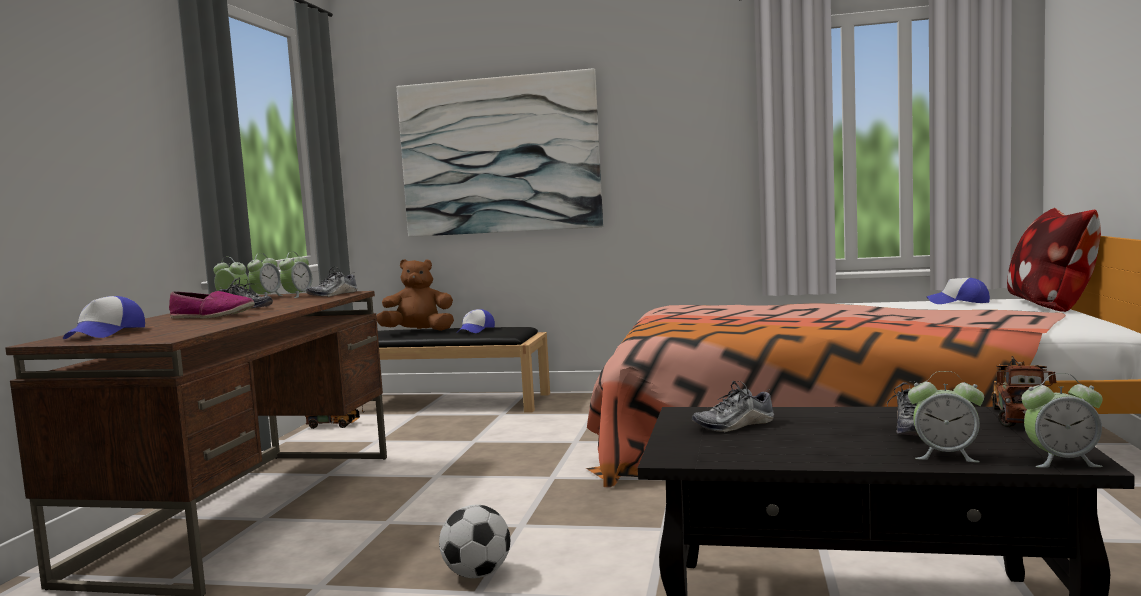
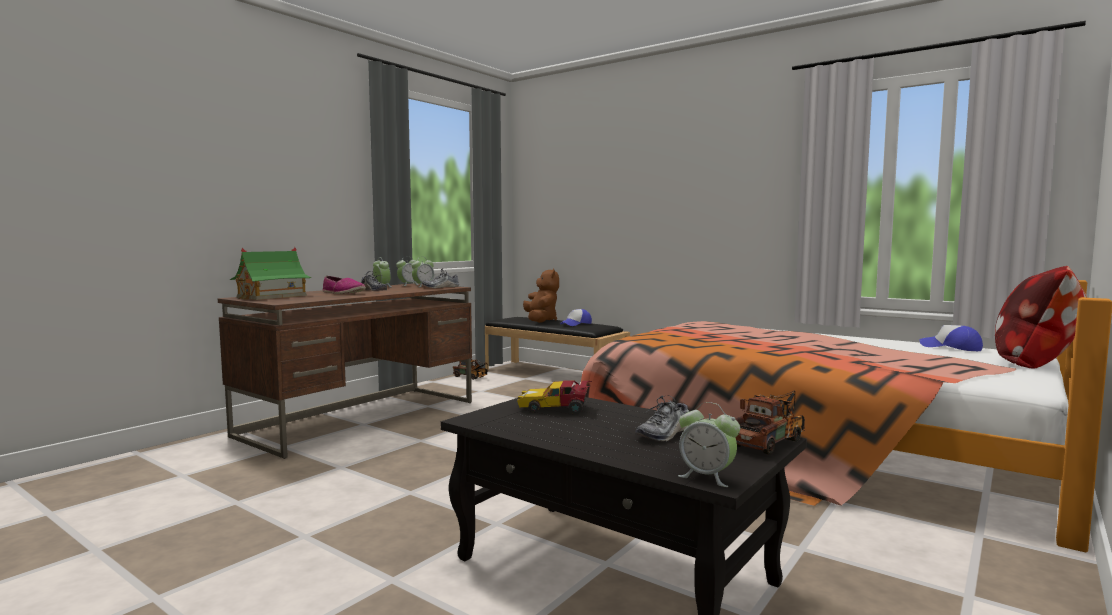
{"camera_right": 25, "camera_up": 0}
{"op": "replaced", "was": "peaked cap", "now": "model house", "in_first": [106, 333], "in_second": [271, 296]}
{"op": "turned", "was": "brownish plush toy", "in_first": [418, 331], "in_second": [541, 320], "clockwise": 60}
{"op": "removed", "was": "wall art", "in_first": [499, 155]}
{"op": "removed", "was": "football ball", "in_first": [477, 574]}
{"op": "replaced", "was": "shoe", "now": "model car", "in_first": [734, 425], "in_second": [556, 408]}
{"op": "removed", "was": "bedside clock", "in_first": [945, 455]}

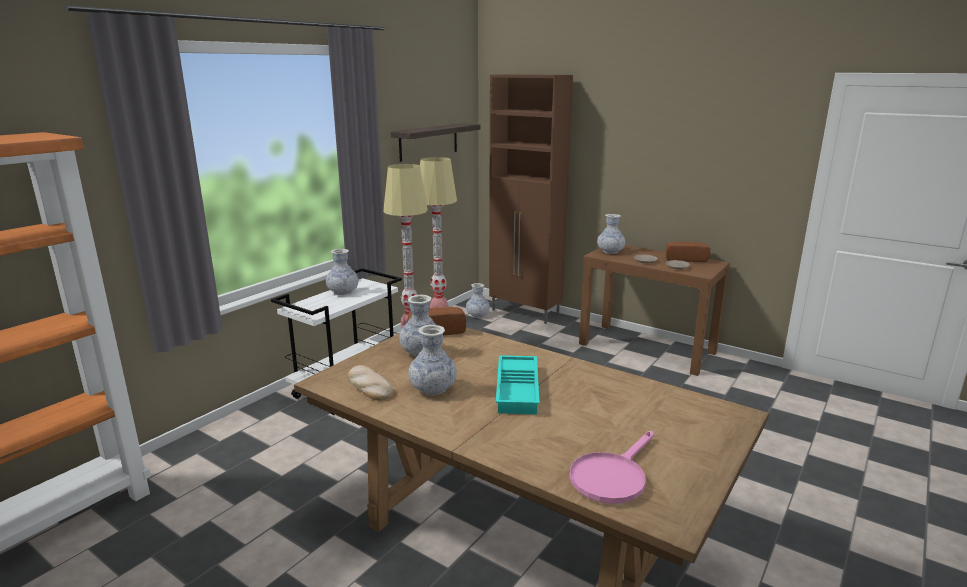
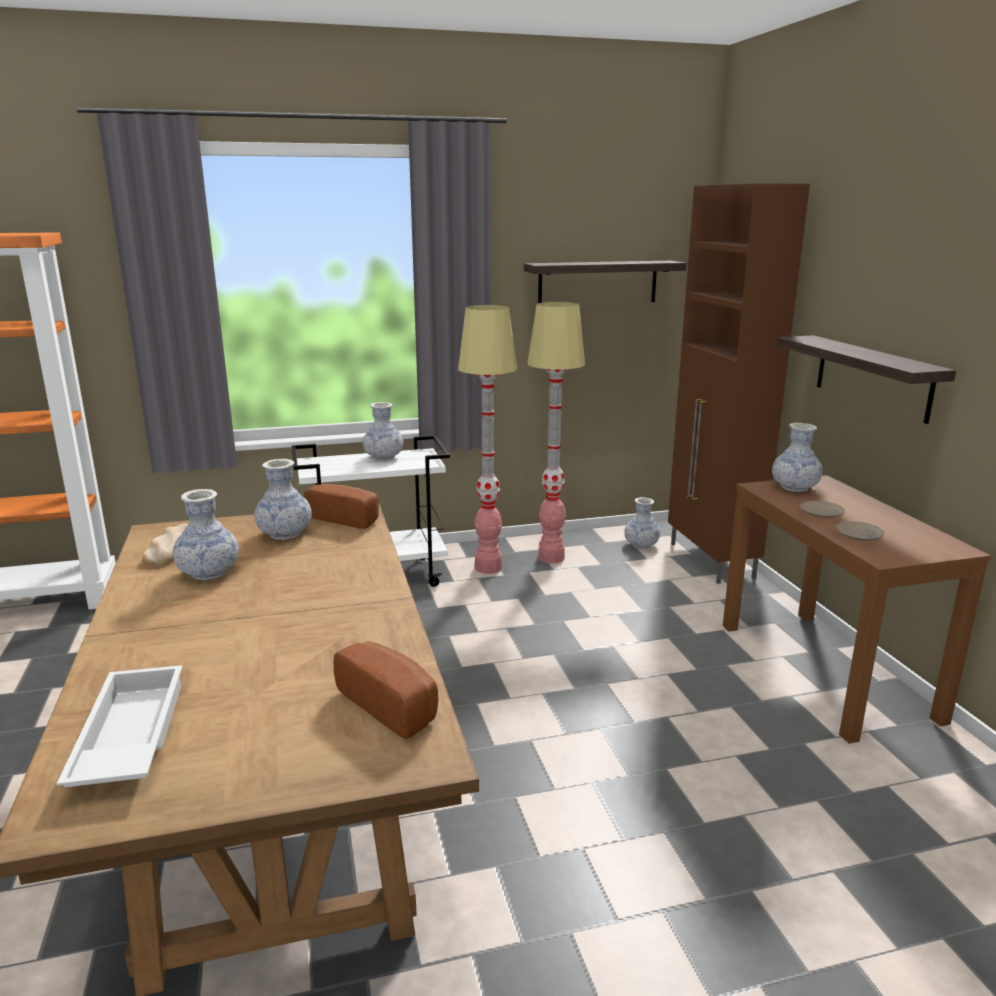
{"camera_right": 40, "camera_up": 0}
{"op": "removed", "was": "turquoise carrying tray", "in_first": [519, 389]}
{"op": "replaced", "was": "pinkish frying pan", "now": "white carrying tray", "in_first": [612, 476], "in_second": [127, 738]}
{"op": "moved", "was": "bakery bread", "in_first": [685, 259], "in_second": [392, 705]}
{"op": "added", "now": "wall shelf", "in_second": [872, 377]}

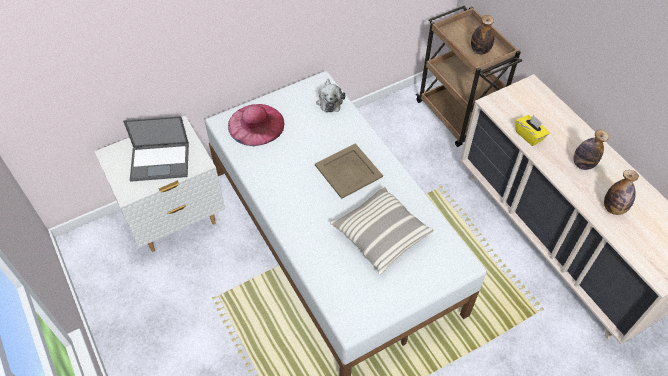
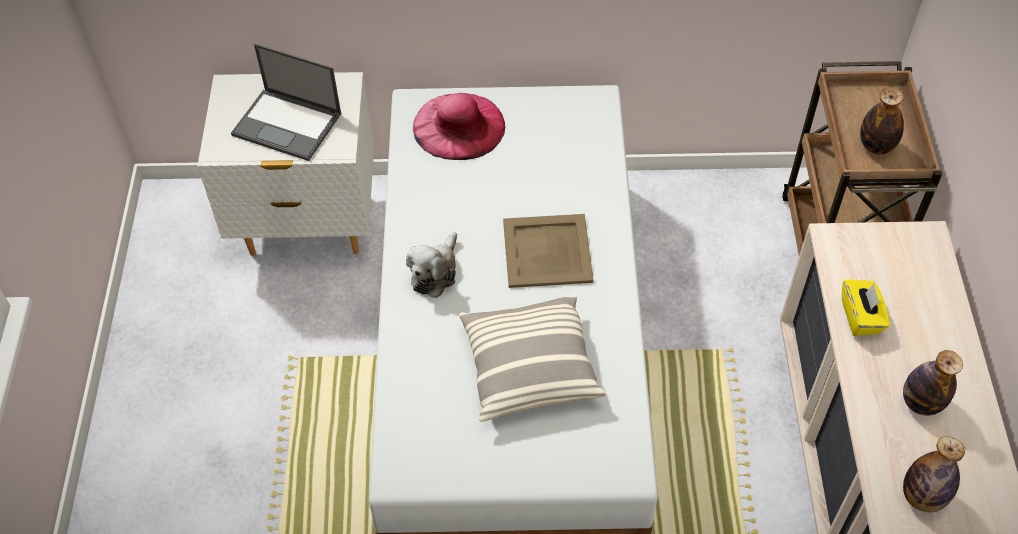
{"camera_right": 30, "camera_up": 0}
{"op": "moved", "was": "plush toy", "in_first": [329, 100], "in_second": [435, 272]}

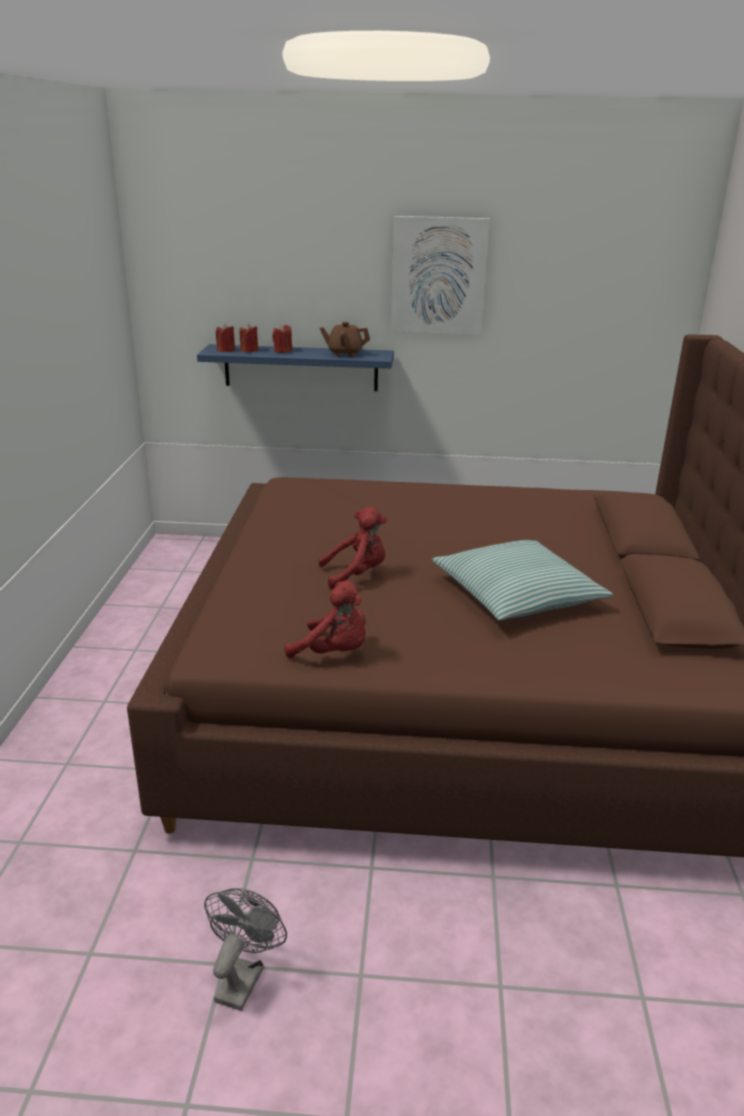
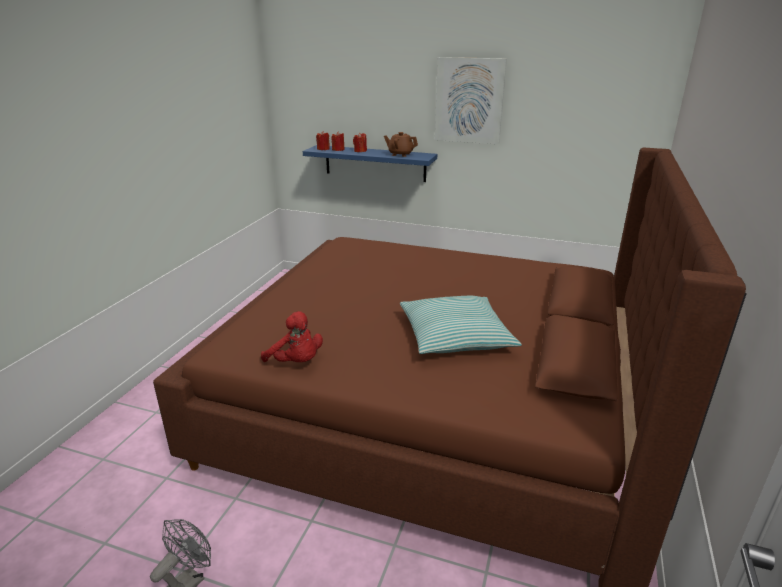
{"camera_right": 15, "camera_up": 0}
{"op": "removed", "was": "reddish plush toy", "in_first": [356, 574]}

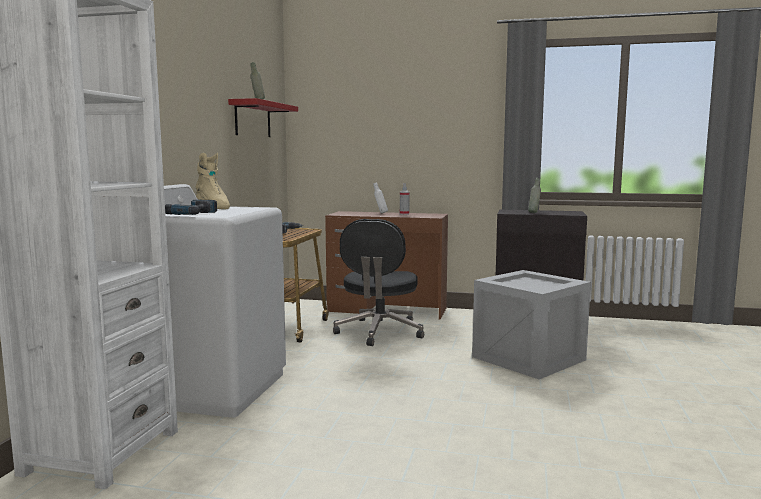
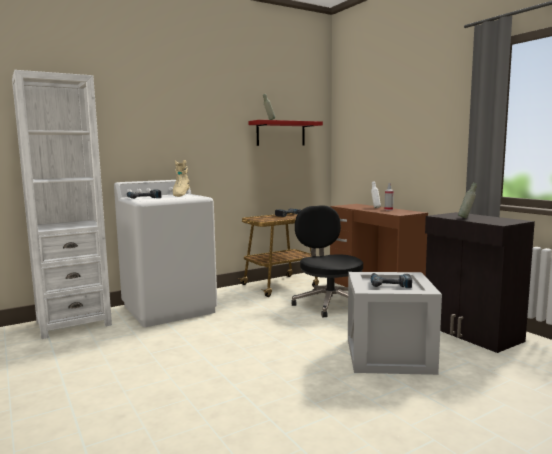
{"camera_right": 45, "camera_up": 0}
{"op": "turned", "was": "black-coloured desk chair", "in_first": [379, 332], "in_second": [328, 303], "clockwise": 105}
{"op": "added", "now": "power drill", "in_second": [390, 284]}

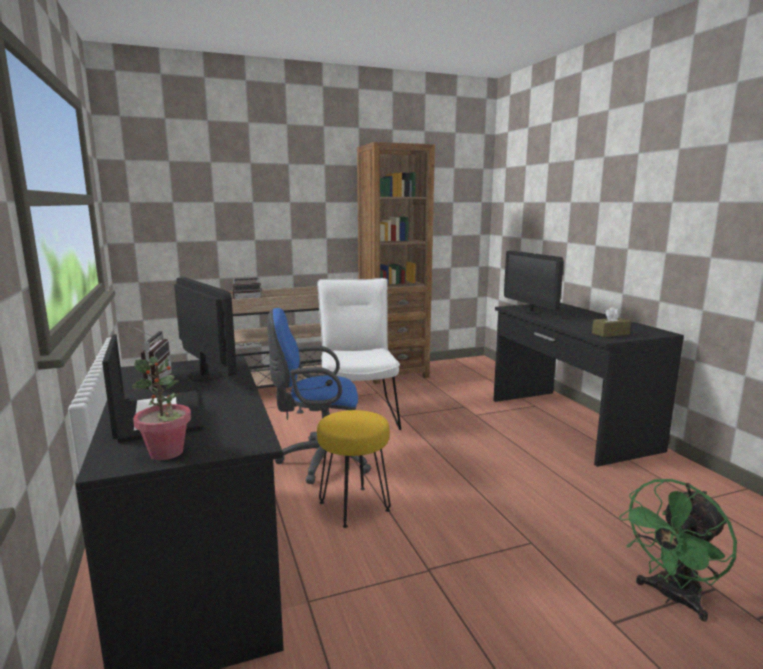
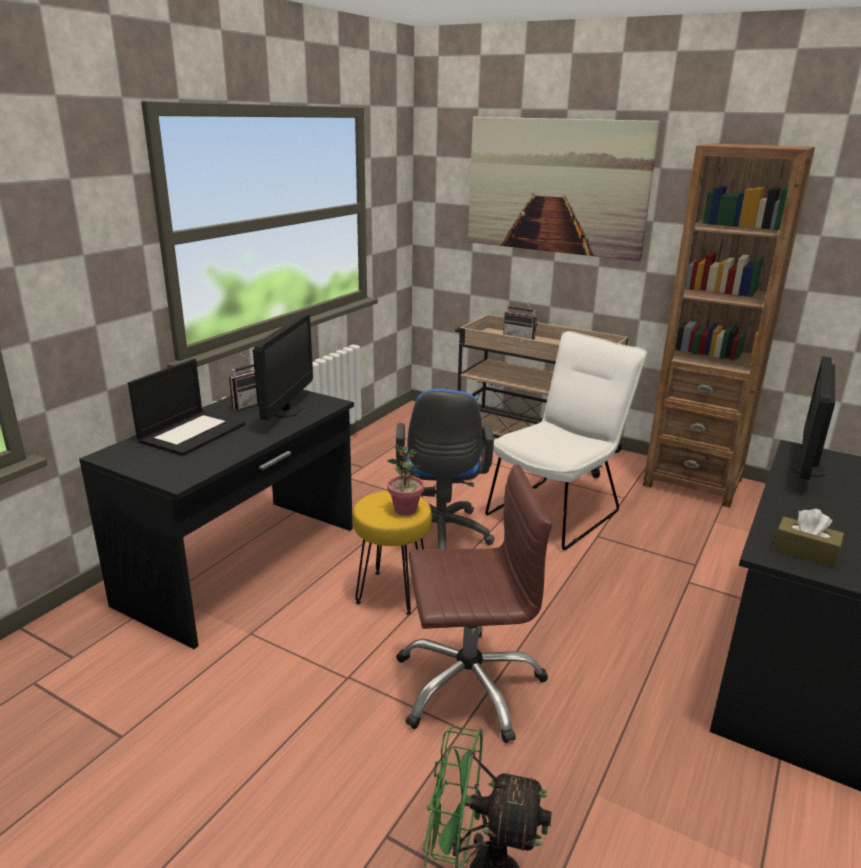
{"camera_right": 50, "camera_up": 10}
{"op": "moved", "was": "houseplant", "in_first": [167, 453], "in_second": [405, 510]}
{"op": "turned", "was": "bluish desk chair", "in_first": [320, 460], "in_second": [440, 537], "clockwise": -135}
{"op": "added", "now": "brownish desk chair", "in_second": [468, 684]}
{"op": "added", "now": "wall art", "in_second": [556, 186]}

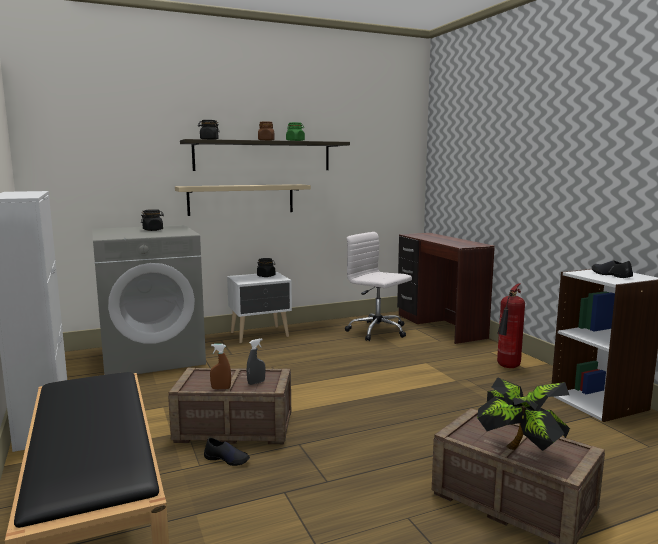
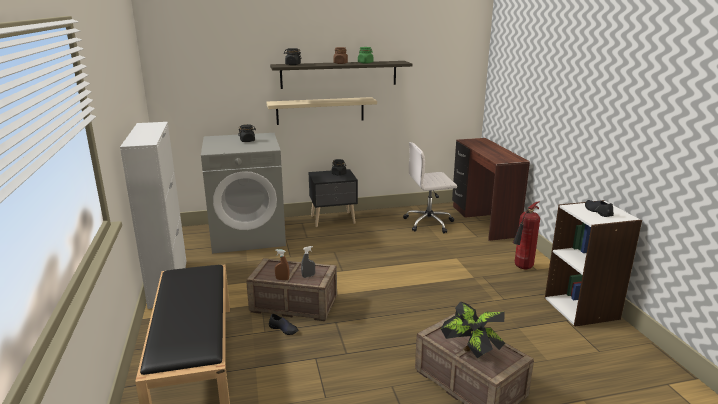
{"camera_right": 10, "camera_up": 10}
{"op": "recoloured", "was": "white night table", "now": "black-coloured night table", "in_first": [260, 335], "in_second": [333, 220]}
{"op": "turned", "was": "white desk chair", "in_first": [378, 331], "in_second": [429, 223], "clockwise": -60}

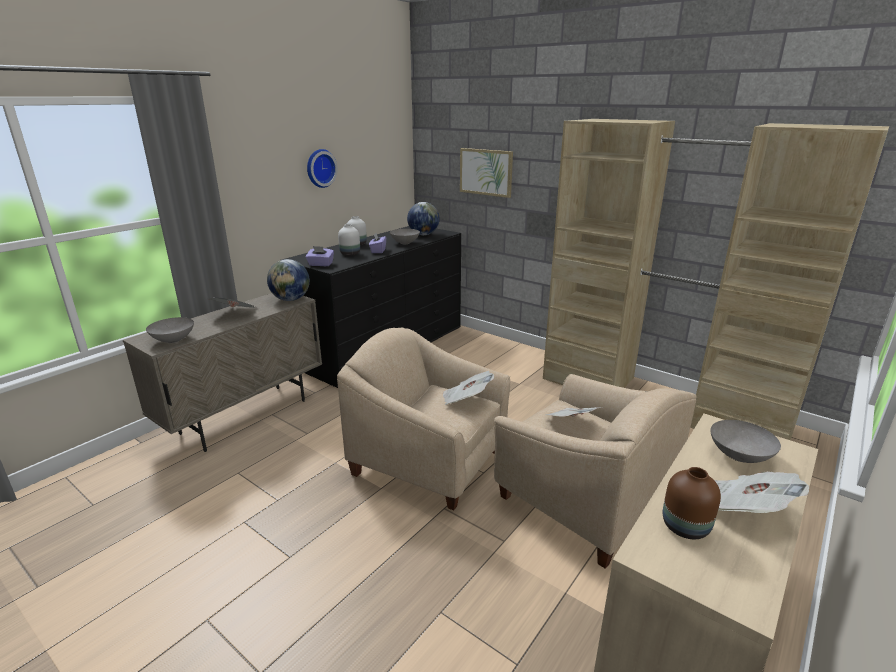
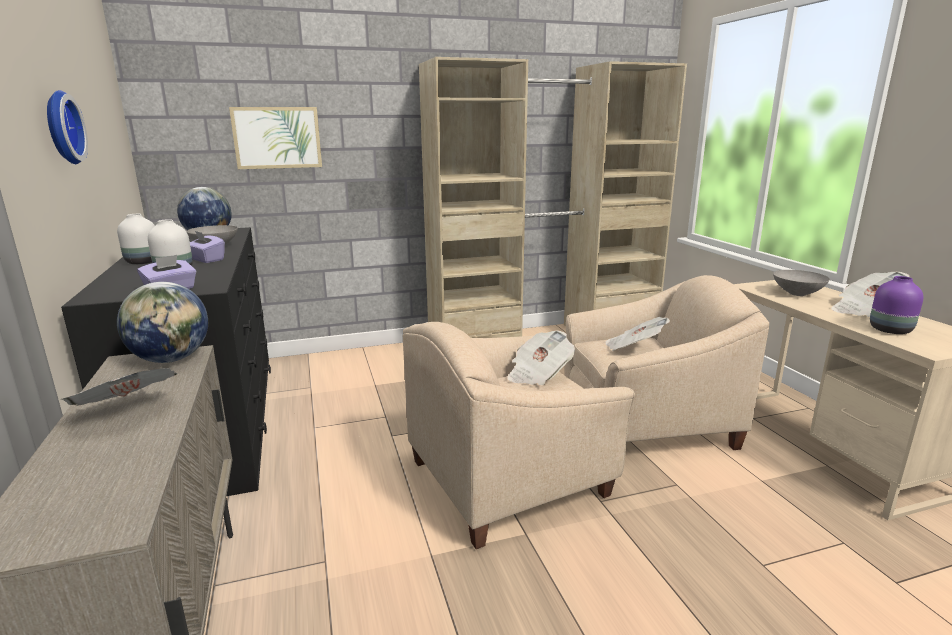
{"camera_right": -55, "camera_up": -5}
{"op": "removed", "was": "greyish bowl", "in_first": [174, 340]}
{"op": "recoloured", "was": "brownish vase", "now": "purple-coloured vase", "in_first": [686, 526], "in_second": [889, 330]}

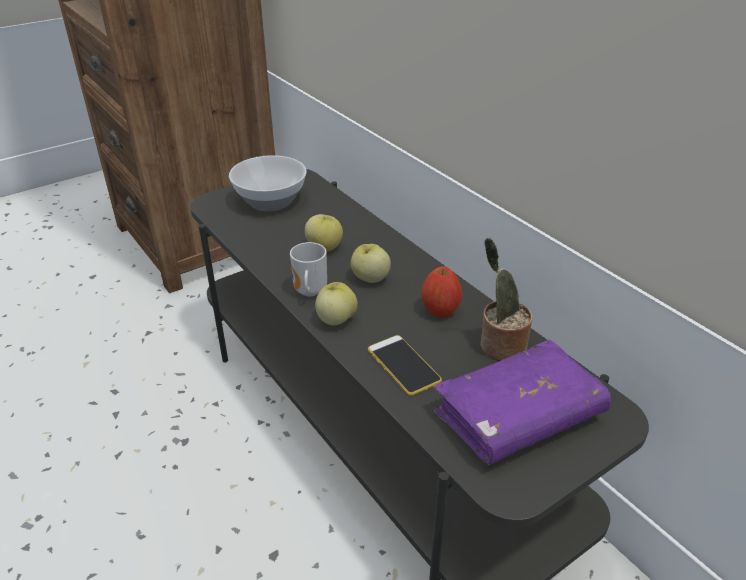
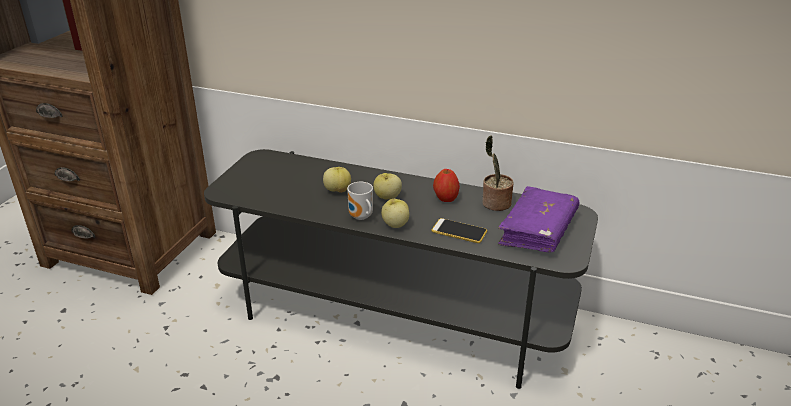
{"camera_right": -35, "camera_up": -5}
{"op": "removed", "was": "bowl", "in_first": [270, 200]}

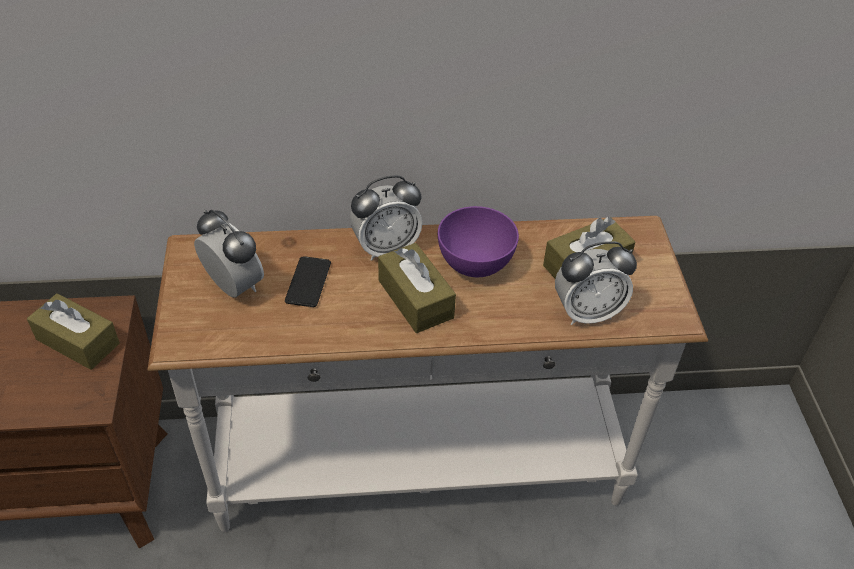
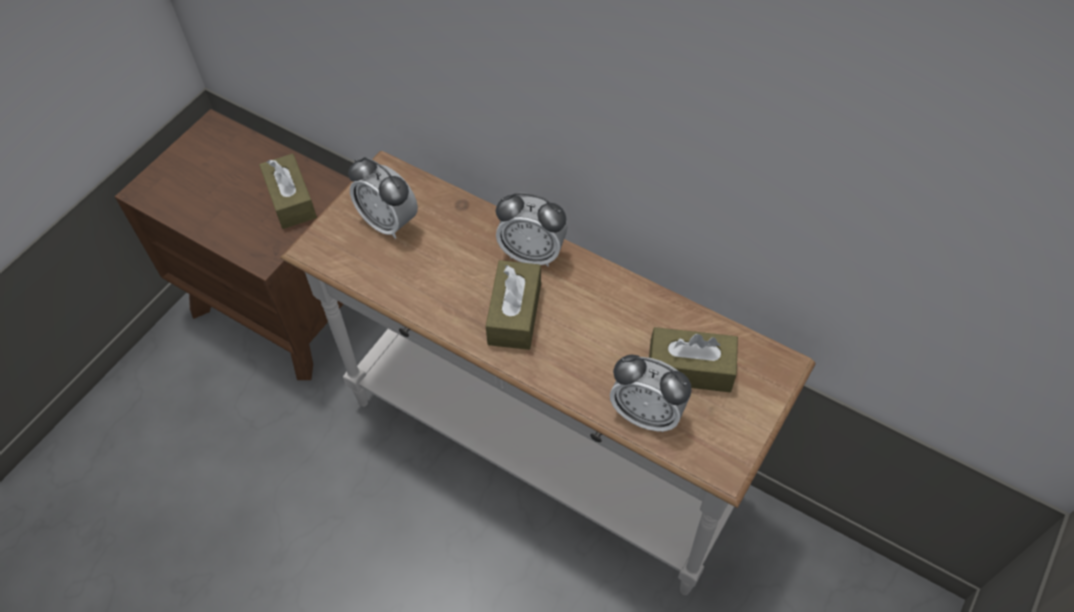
{"camera_right": 40, "camera_up": 10}
{"op": "turned", "was": "bedside clock", "in_first": [234, 286], "in_second": [388, 222], "clockwise": 135}
{"op": "removed", "was": "telephone", "in_first": [308, 282]}
{"op": "removed", "was": "purple-coloured bowl", "in_first": [475, 264]}

